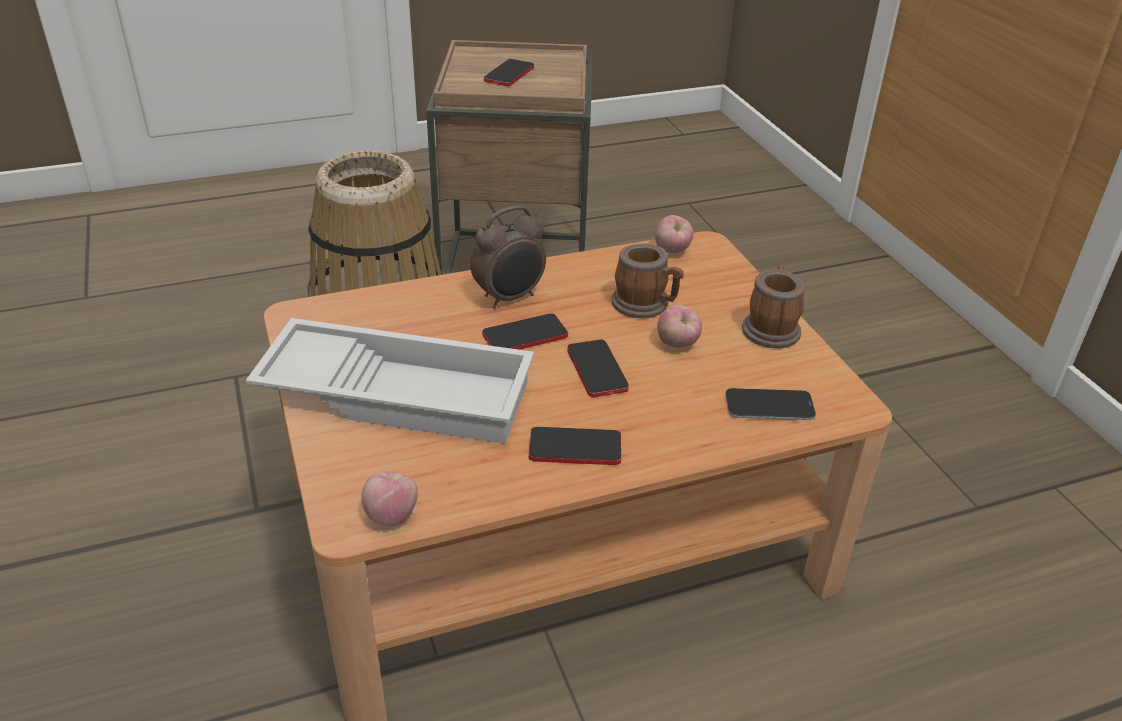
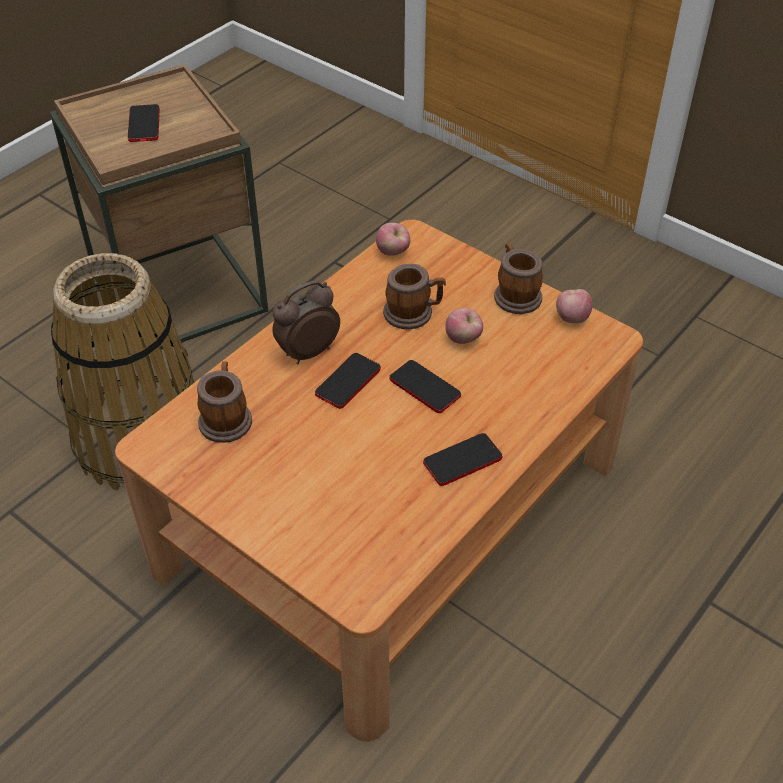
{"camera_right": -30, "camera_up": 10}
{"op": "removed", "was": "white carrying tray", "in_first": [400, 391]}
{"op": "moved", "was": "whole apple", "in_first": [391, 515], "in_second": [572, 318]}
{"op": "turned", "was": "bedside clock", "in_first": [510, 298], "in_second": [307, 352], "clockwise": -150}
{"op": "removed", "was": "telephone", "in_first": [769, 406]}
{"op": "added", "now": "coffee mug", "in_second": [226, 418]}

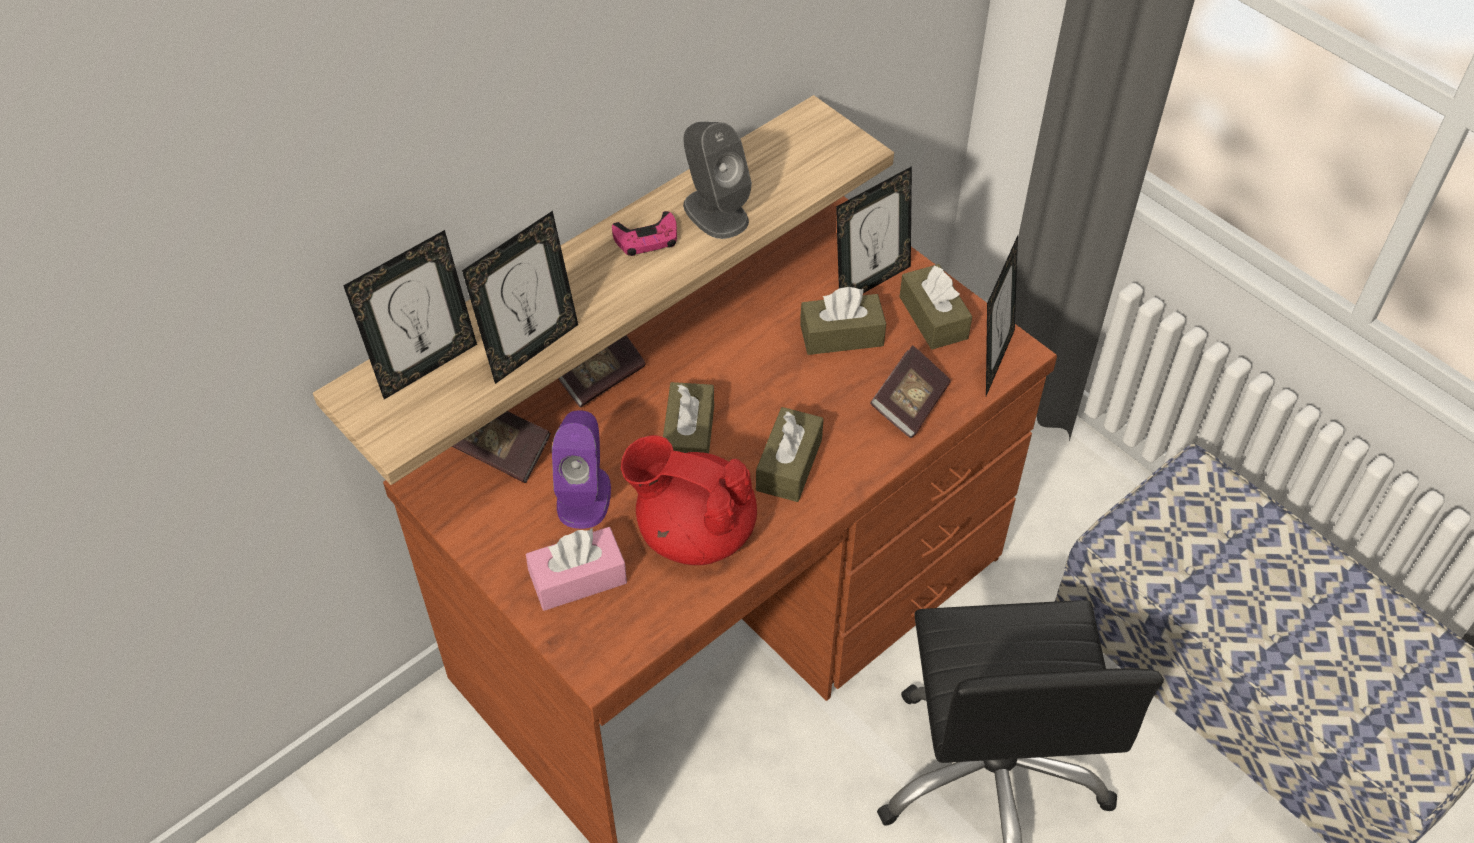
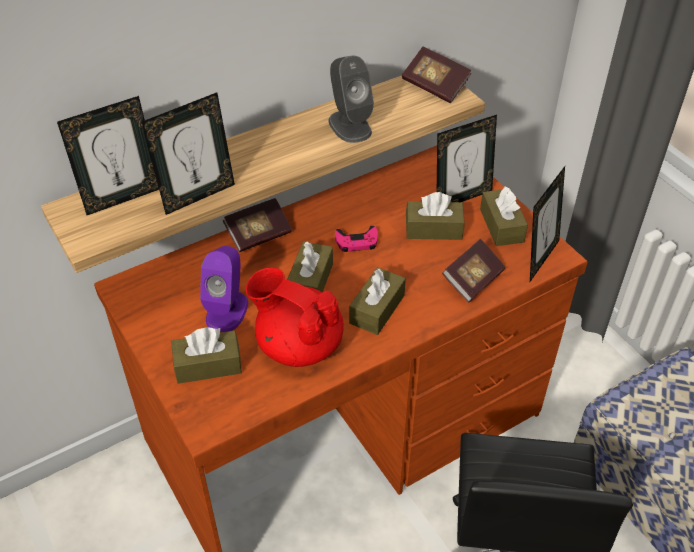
{"camera_right": 10, "camera_up": -5}
{"op": "moved", "was": "bound book", "in_first": [502, 451], "in_second": [435, 86]}
{"op": "recoloured", "was": "pinkish box of tissues", "now": "brownish box of tissues", "in_first": [578, 579], "in_second": [208, 365]}
{"op": "moved", "was": "pinkish game controller", "in_first": [646, 239], "in_second": [357, 242]}

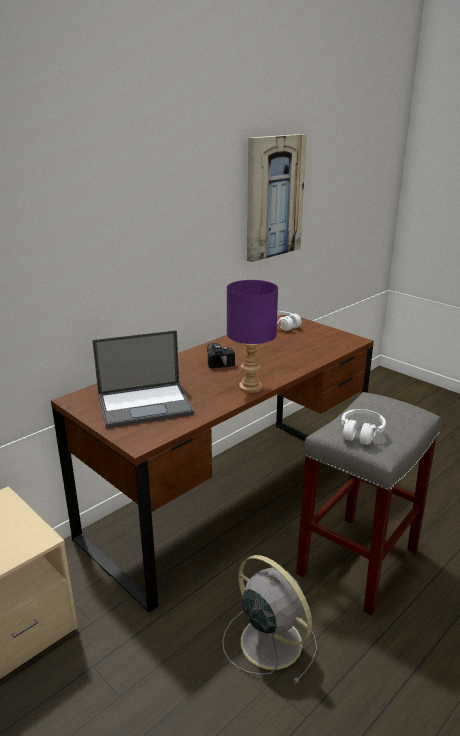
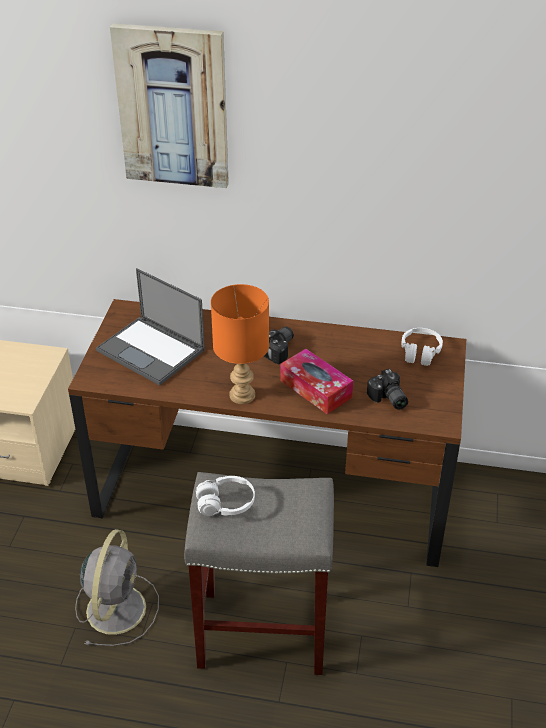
{"camera_right": 55, "camera_up": 15}
{"op": "recoloured", "was": "purple-coloured tabletop lamp", "now": "orange-coloured tabletop lamp", "in_first": [249, 387], "in_second": [242, 394]}
{"op": "moved", "was": "wall art", "in_first": [273, 197], "in_second": [173, 107]}
{"op": "added", "now": "box of tissues", "in_second": [316, 389]}
{"op": "added", "now": "still camera", "in_second": [388, 399]}

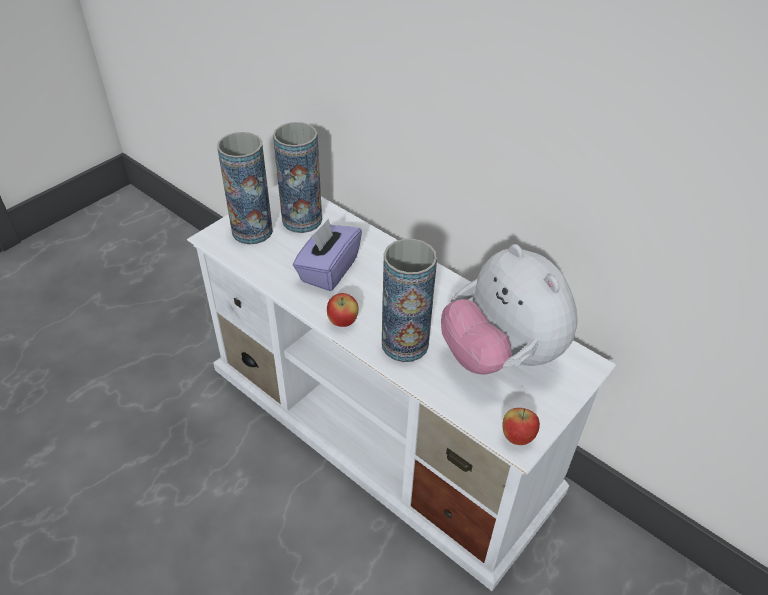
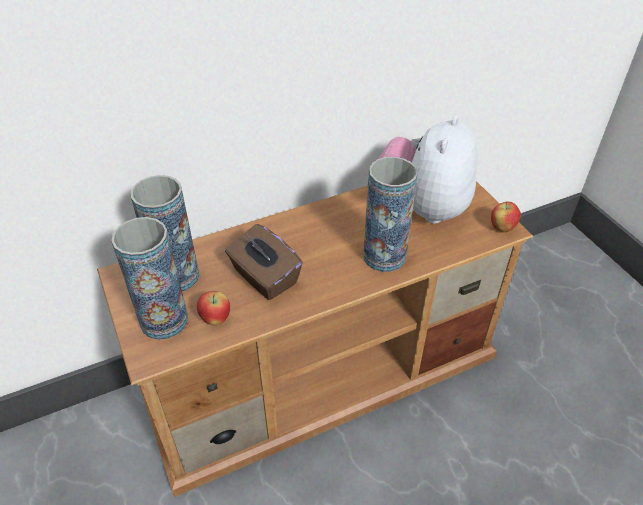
{"camera_right": -65, "camera_up": 0}
{"op": "recoloured", "was": "white media console", "now": "brownish media console", "in_first": [383, 427], "in_second": [323, 372]}
{"op": "recoloured", "was": "purple-coloured box of tissues", "now": "brownish box of tissues", "in_first": [328, 270], "in_second": [264, 278]}
{"op": "moved", "was": "whole apple", "in_first": [343, 322], "in_second": [215, 319]}
{"op": "turned", "was": "plush toy", "in_first": [501, 355], "in_second": [422, 208], "clockwise": 120}

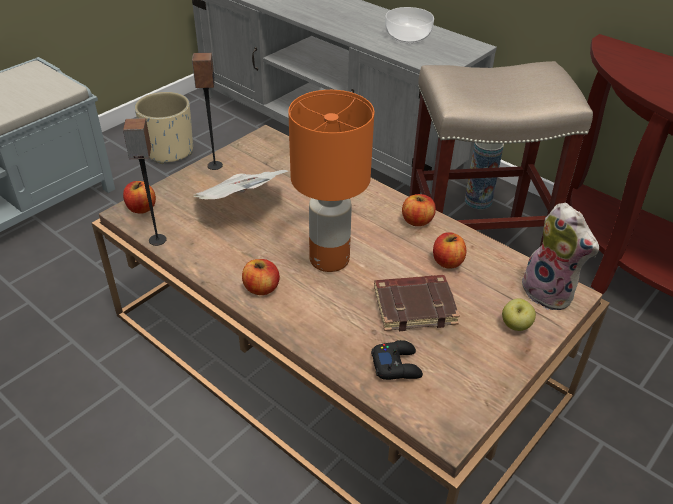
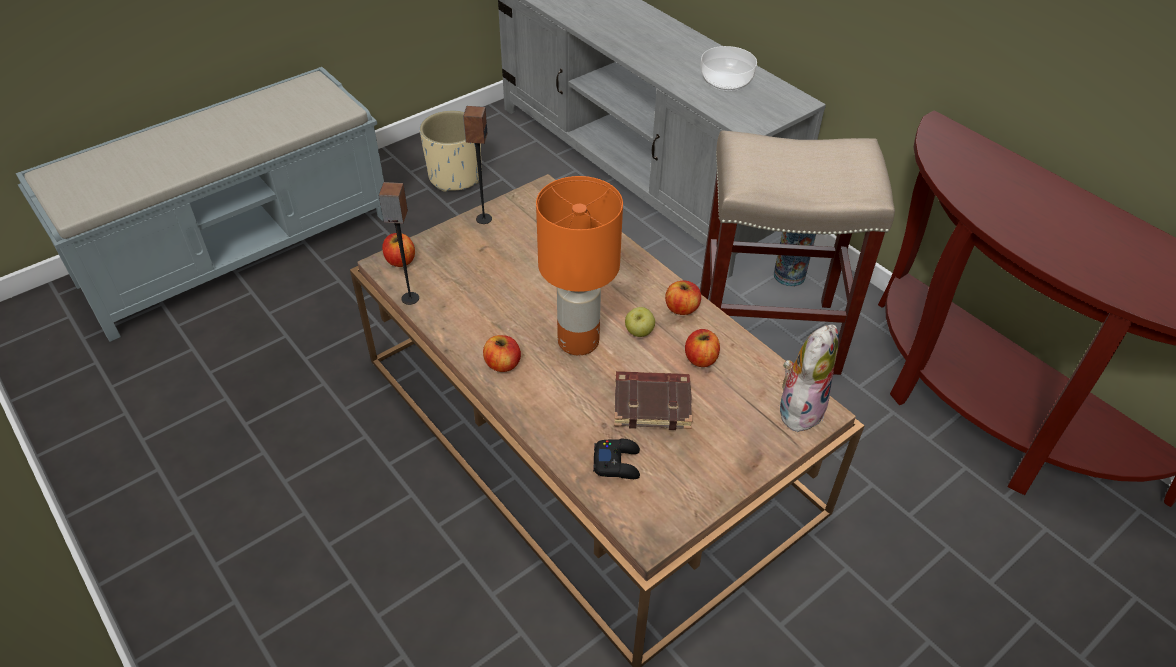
{"camera_right": 10, "camera_up": 5}
{"op": "removed", "was": "newspaper", "in_first": [241, 204]}
{"op": "moved", "was": "whole apple", "in_first": [515, 326], "in_second": [639, 332]}
{"op": "turned", "was": "plush toy", "in_first": [550, 293], "in_second": [799, 407], "clockwise": -120}

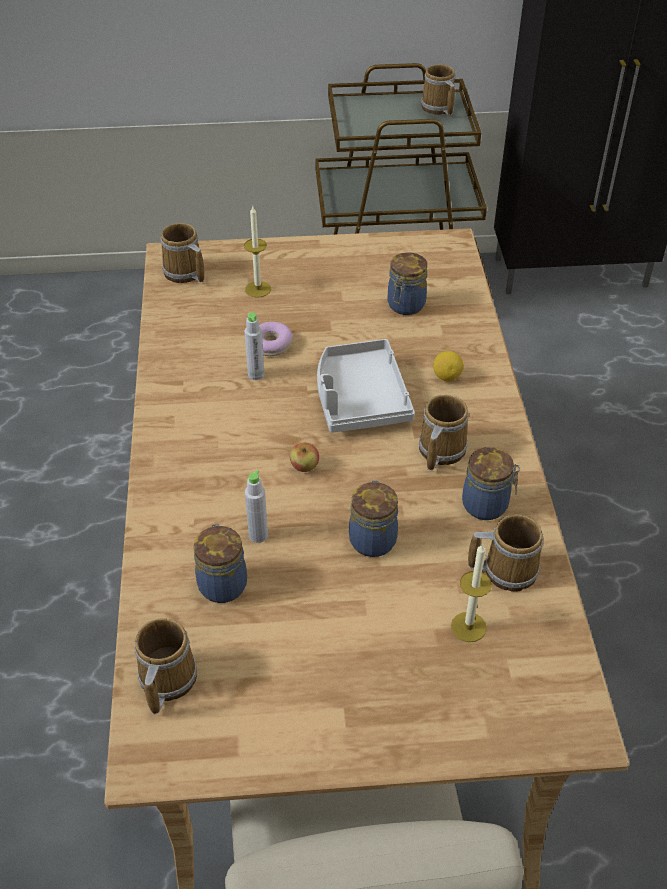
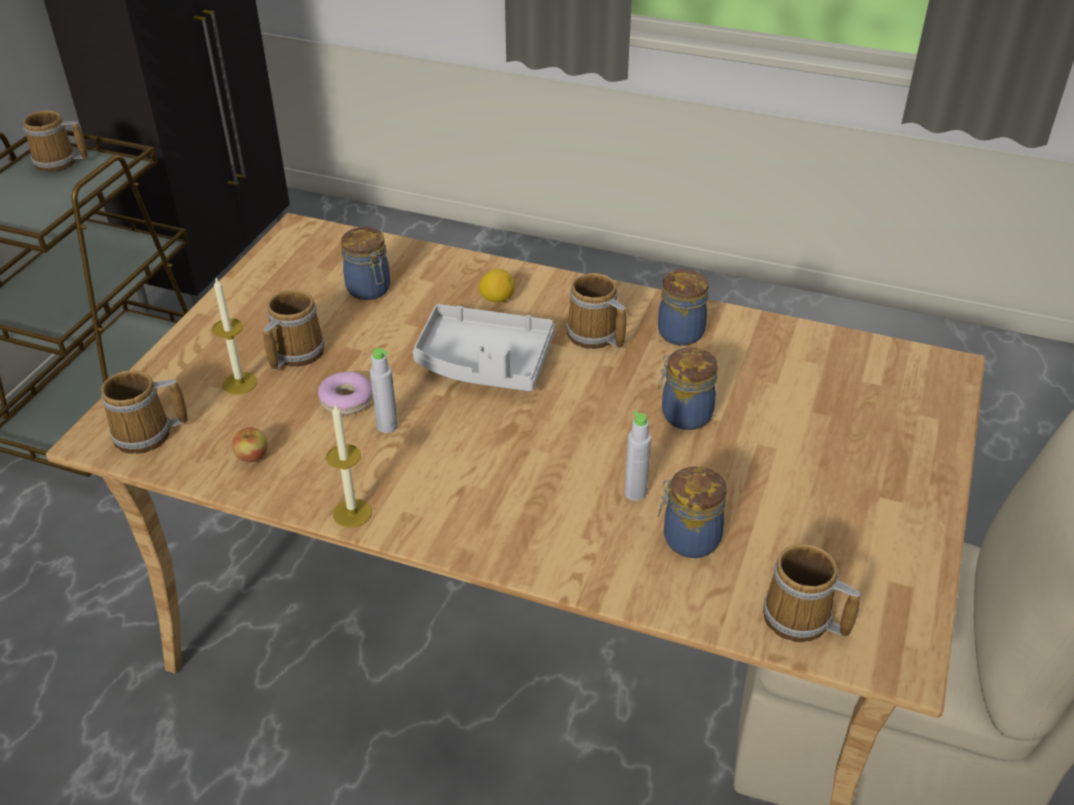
{"camera_right": -65, "camera_up": -5}
{"op": "moved", "was": "whole apple", "in_first": [304, 467], "in_second": [252, 457]}
{"op": "moved", "was": "wax candle", "in_first": [468, 627], "in_second": [352, 513]}
{"op": "moved", "was": "coffee mug", "in_first": [506, 569], "in_second": [294, 353]}

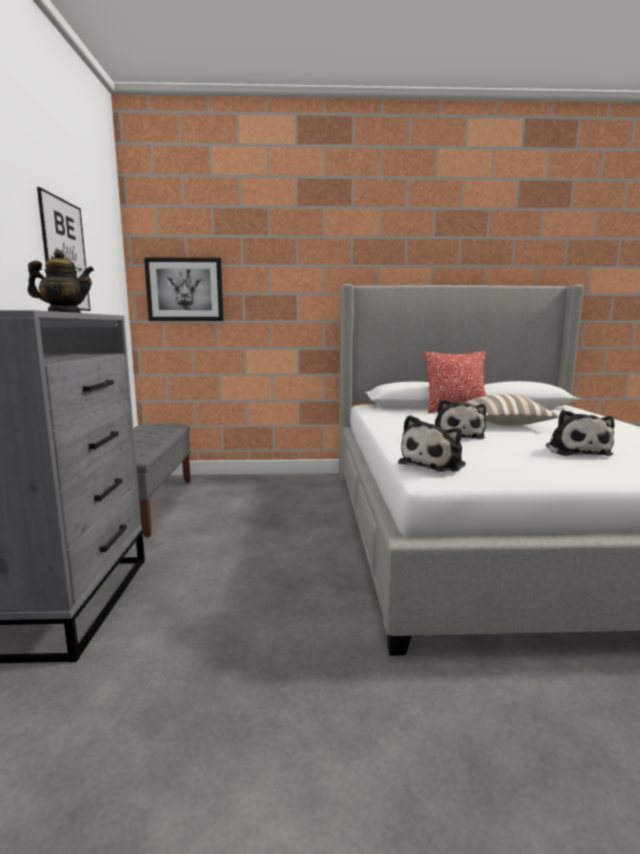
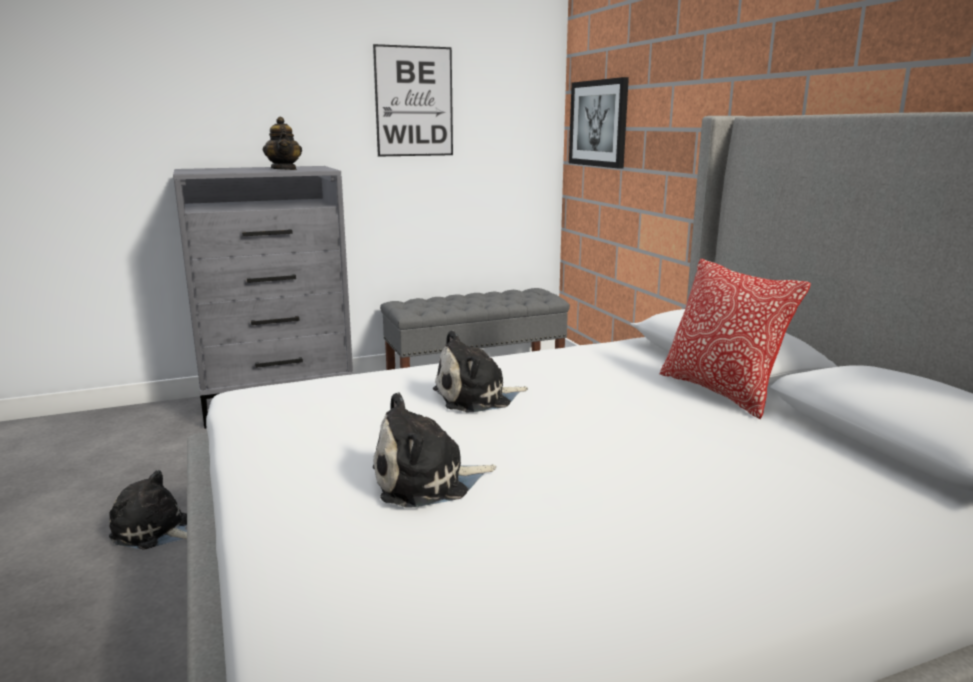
{"camera_right": 70, "camera_up": 5}
{"op": "moved", "was": "plush toy", "in_first": [435, 464], "in_second": [154, 532]}
{"op": "removed", "was": "throw pillow", "in_first": [506, 424]}

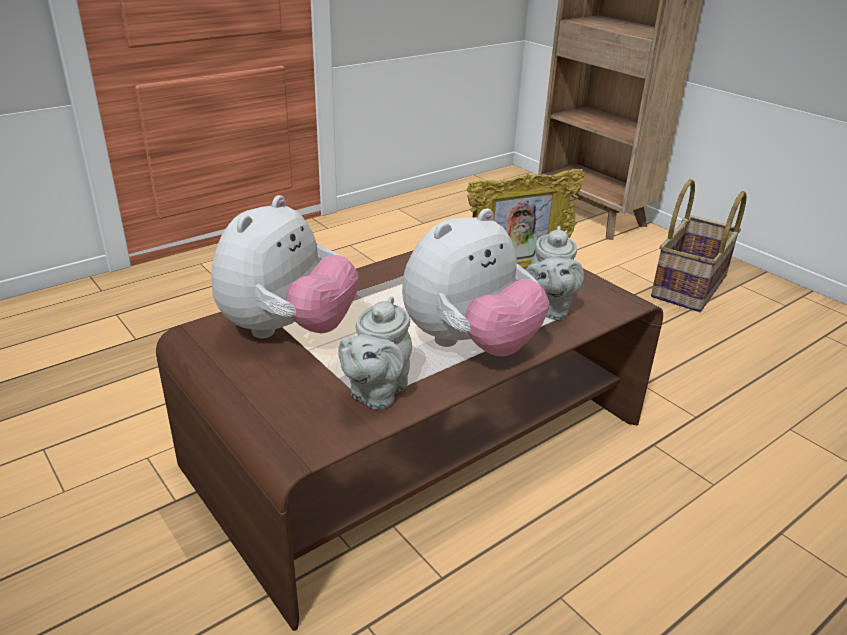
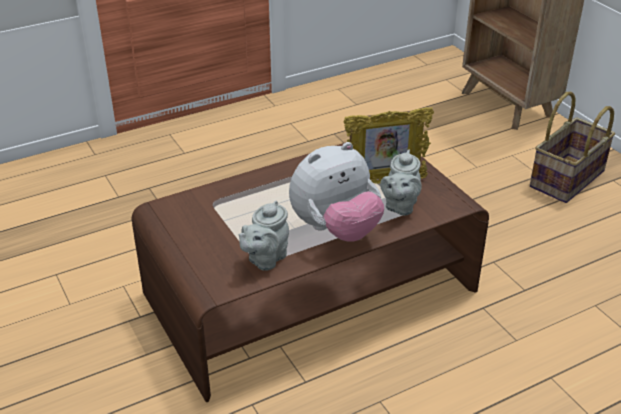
{"camera_right": 10, "camera_up": 5}
{"op": "removed", "was": "plush toy", "in_first": [287, 330]}

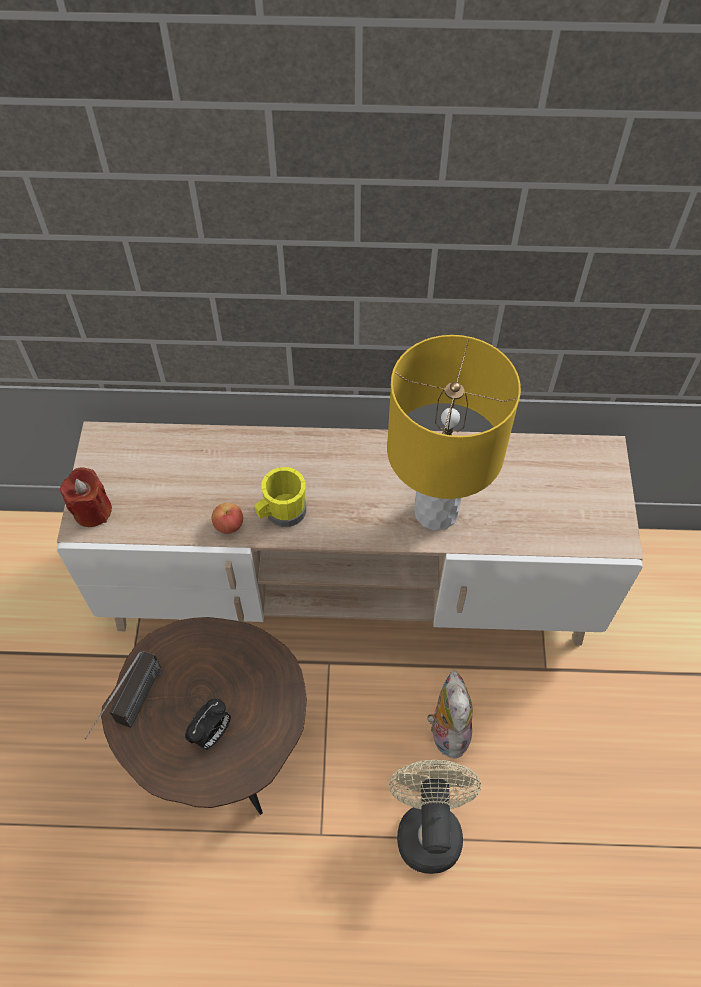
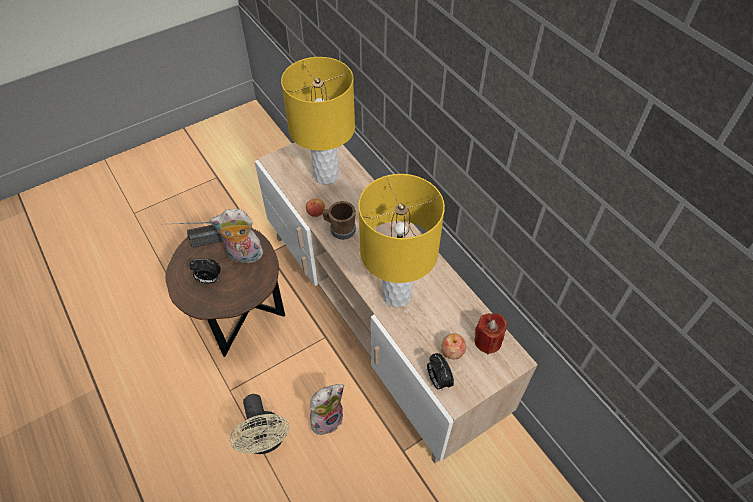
{"camera_right": 55, "camera_up": -5}
{"op": "moved", "was": "reddish wax candle", "in_first": [92, 510], "in_second": [487, 341]}
{"op": "recoloured", "was": "yellow-coloured coffee mug", "now": "brownish coffee mug", "in_first": [281, 512], "in_second": [340, 229]}
{"op": "turned", "was": "beige electric fan", "in_first": [428, 826], "in_second": [265, 441], "clockwise": 105}
{"op": "added", "now": "plush toy", "in_second": [243, 256]}
{"op": "added", "now": "yellow-coloured tabletop lamp", "in_second": [326, 175]}
{"op": "added", "now": "bedside clock", "in_second": [438, 380]}
{"op": "added", "now": "whole apple", "in_second": [452, 351]}

